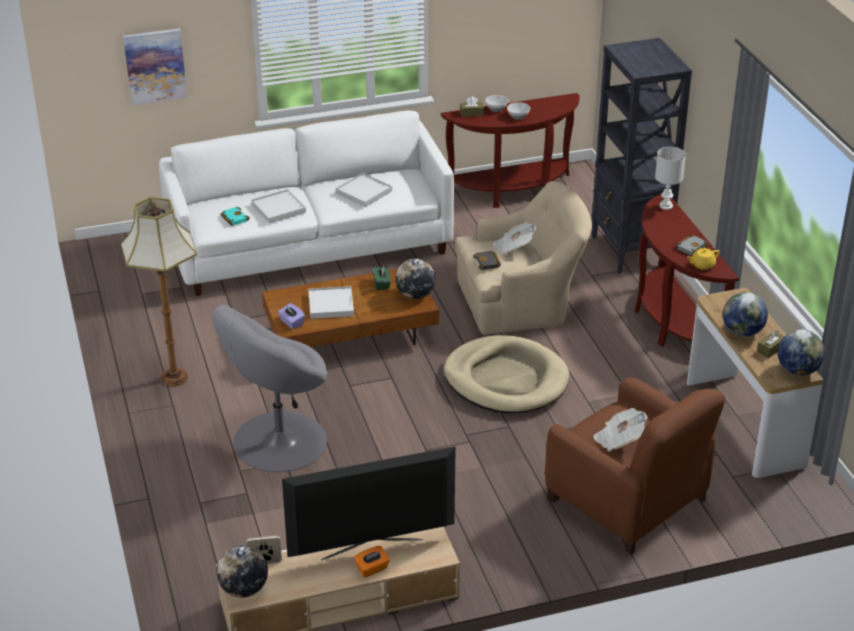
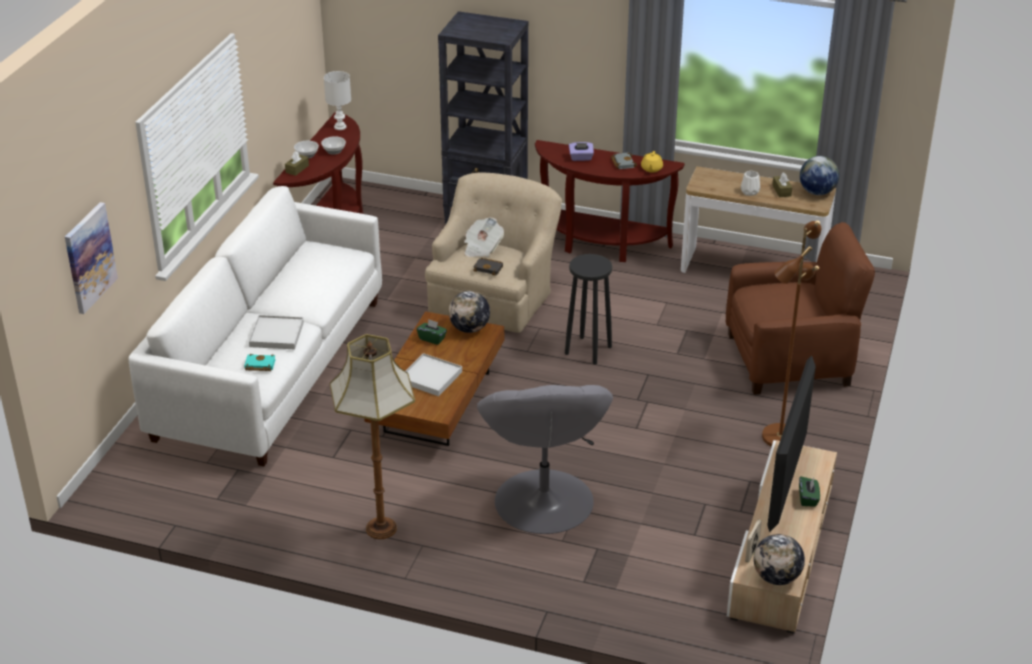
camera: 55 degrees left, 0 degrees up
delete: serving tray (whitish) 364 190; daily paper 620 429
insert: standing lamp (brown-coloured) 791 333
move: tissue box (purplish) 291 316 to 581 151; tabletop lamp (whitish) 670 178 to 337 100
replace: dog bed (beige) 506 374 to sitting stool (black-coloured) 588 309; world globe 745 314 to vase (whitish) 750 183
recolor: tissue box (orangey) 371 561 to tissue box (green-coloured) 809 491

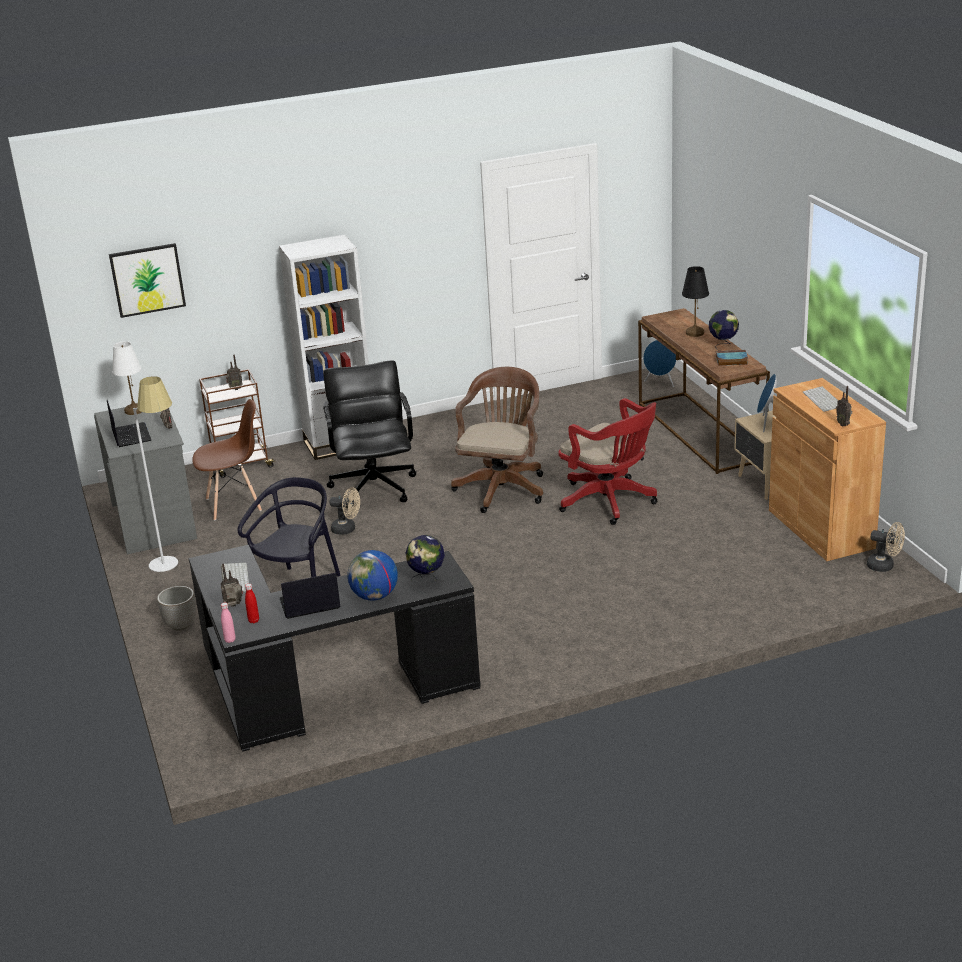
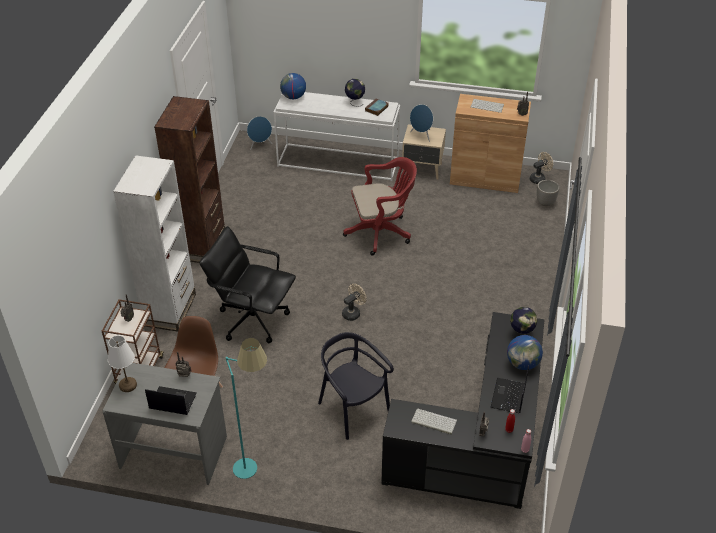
camera: 60 degrees left, 15 degrees up
delete: wall picture 147 280; office chair (brown-coloured) 497 440; tabletop lamp (black-coloured) 695 301
insert: shelving unit (brown-coloured) 189 179; world globe 293 86
move: plant pot 176 608 to 548 193; electric fan (beige) 345 511 to 354 302
recolor: standing lamp (whitish) 155 474 to standing lamp (turquoise-coloured) 246 408; console table (brown-coloured) 704 391 to console table (whitish) 336 136

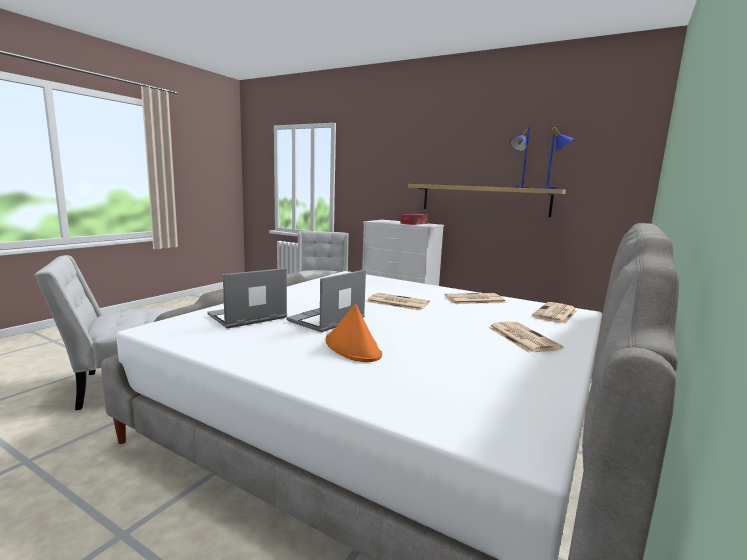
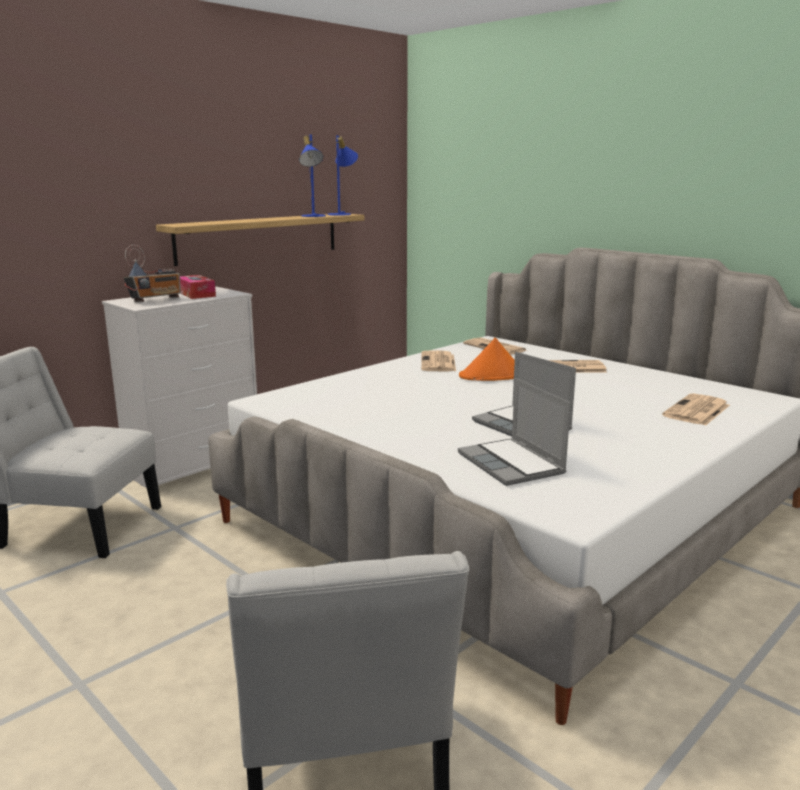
camera: 75 degrees left, 5 degrees up
insert: radio 152 273
move: clothing hat (orangey) 354 333 to 487 359; daily paper 398 301 to 696 409

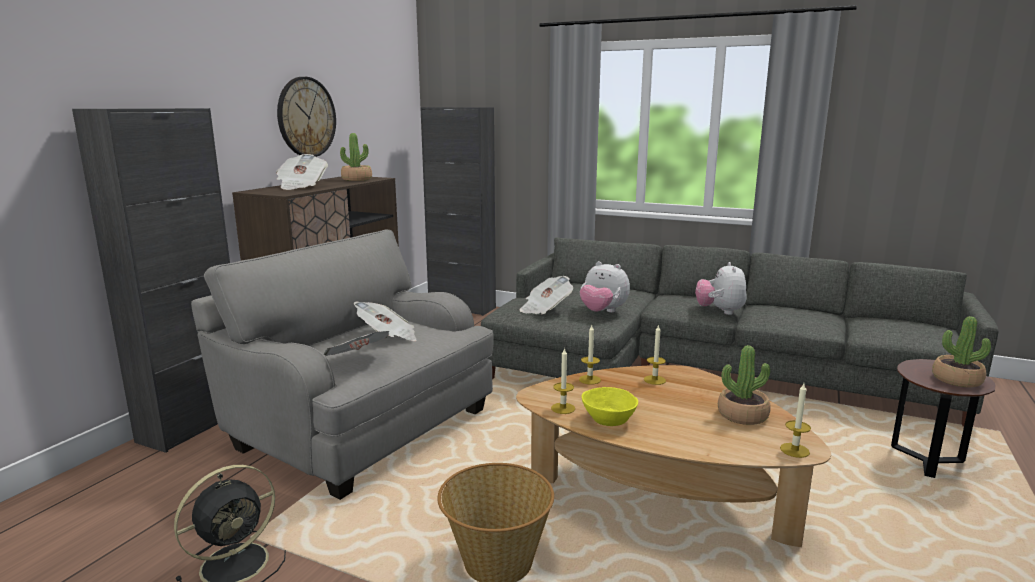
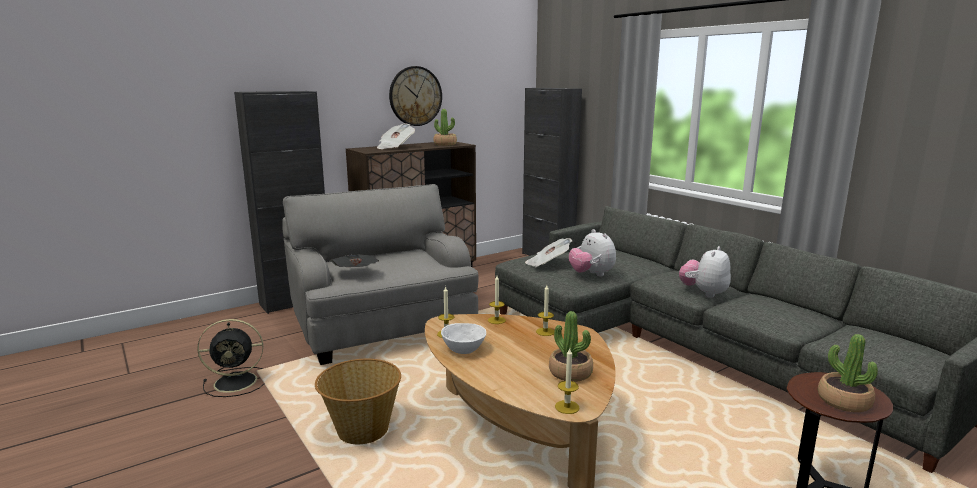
camera: 30 degrees right, 0 degrees up
delete: daily paper 385 321
recolor: serving bowl (yellow-coloured) 610 406 to serving bowl (whitish) 463 338

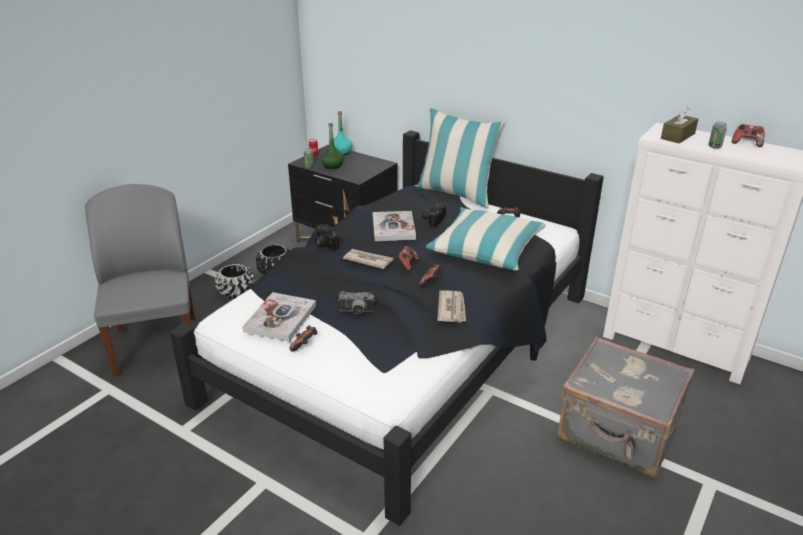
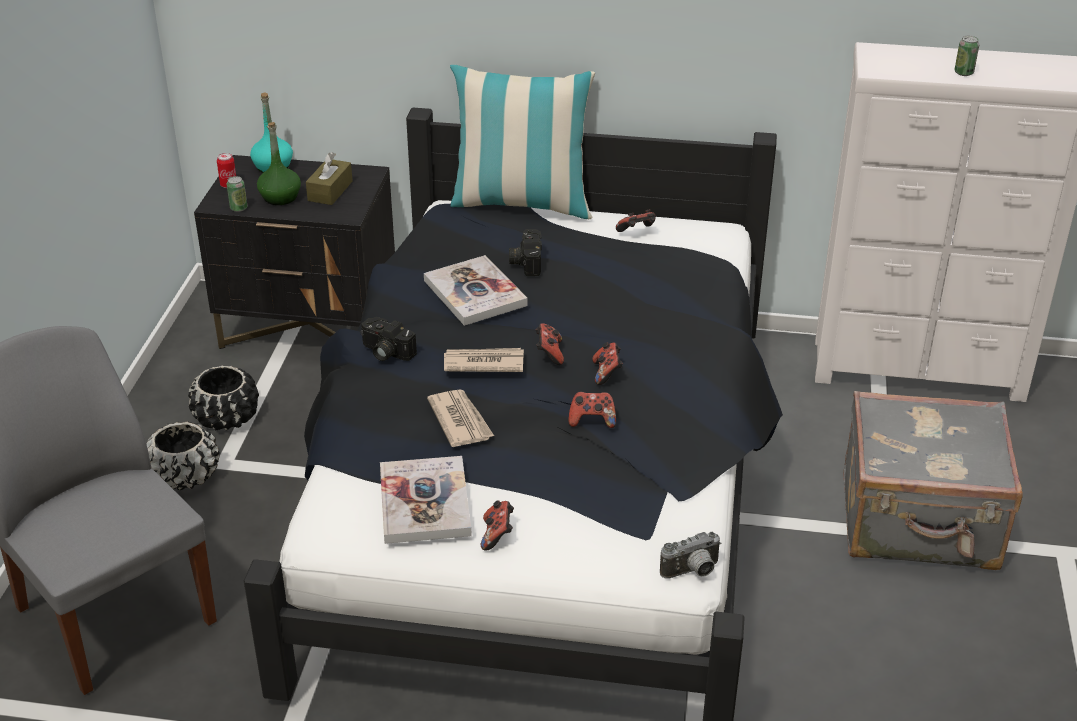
camera: 25 degrees left, 5 degrees up
delete: cushion 485 239
move: still camera 356 302 to 691 555; daily paper 451 306 to 460 418; tissue box (brown-coloured) 679 124 to 329 178; joypad 748 135 to 592 410

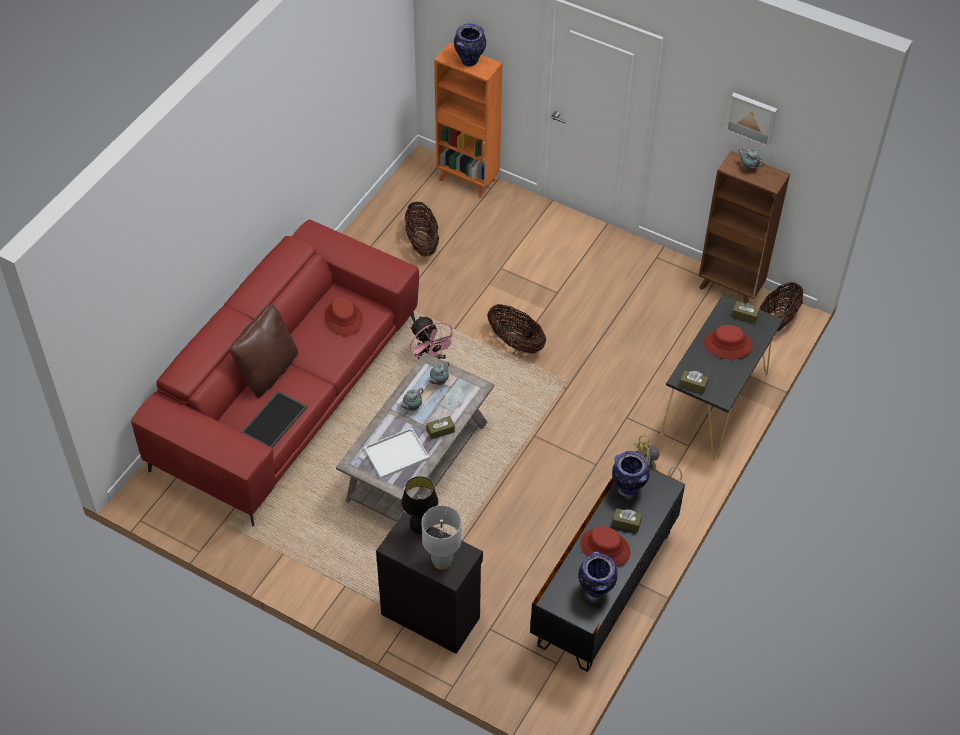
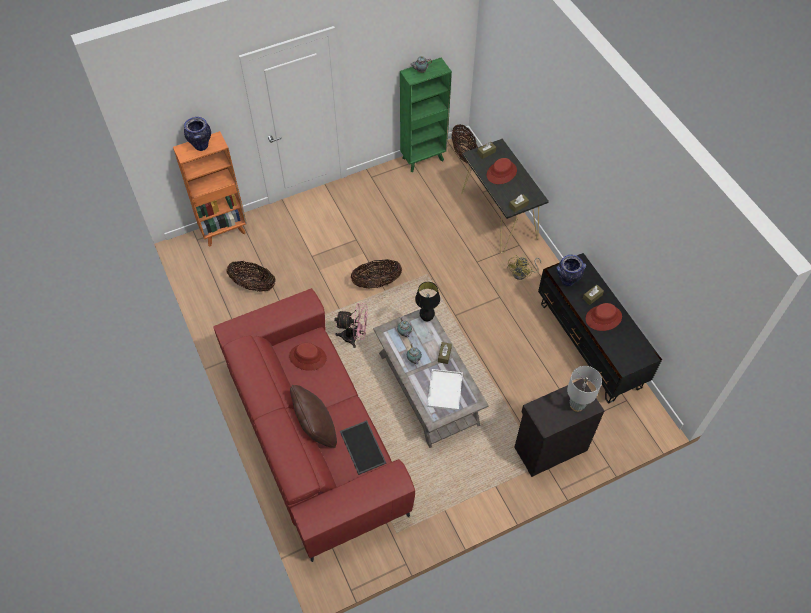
camera: 55 degrees left, 5 degrees up
delete: vase 597 575; wall picture 751 120
move: tabletop lamp (black-coloured) 420 505 to 427 301
recolor: shelving unit (brown-coloured) 744 227 to shelving unit (green-coloured) 426 115

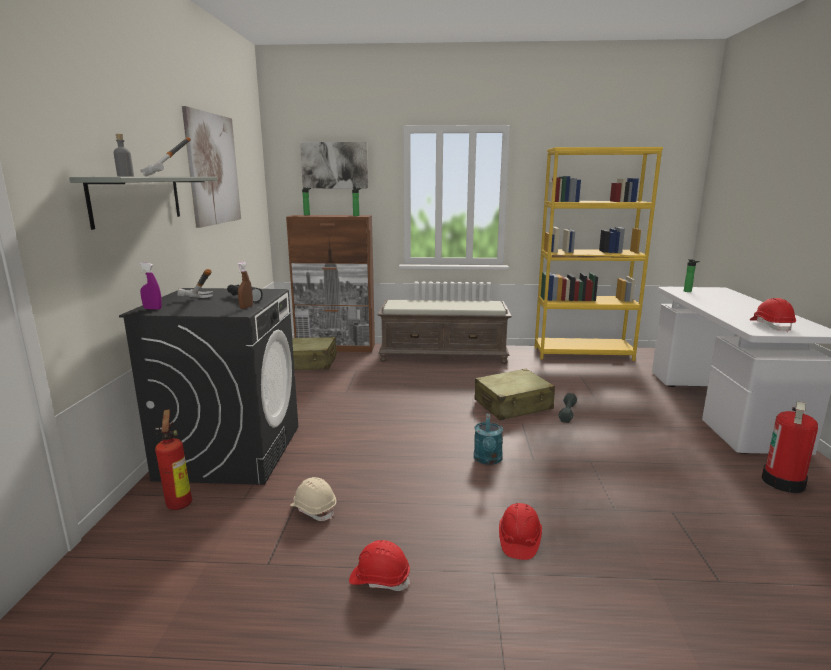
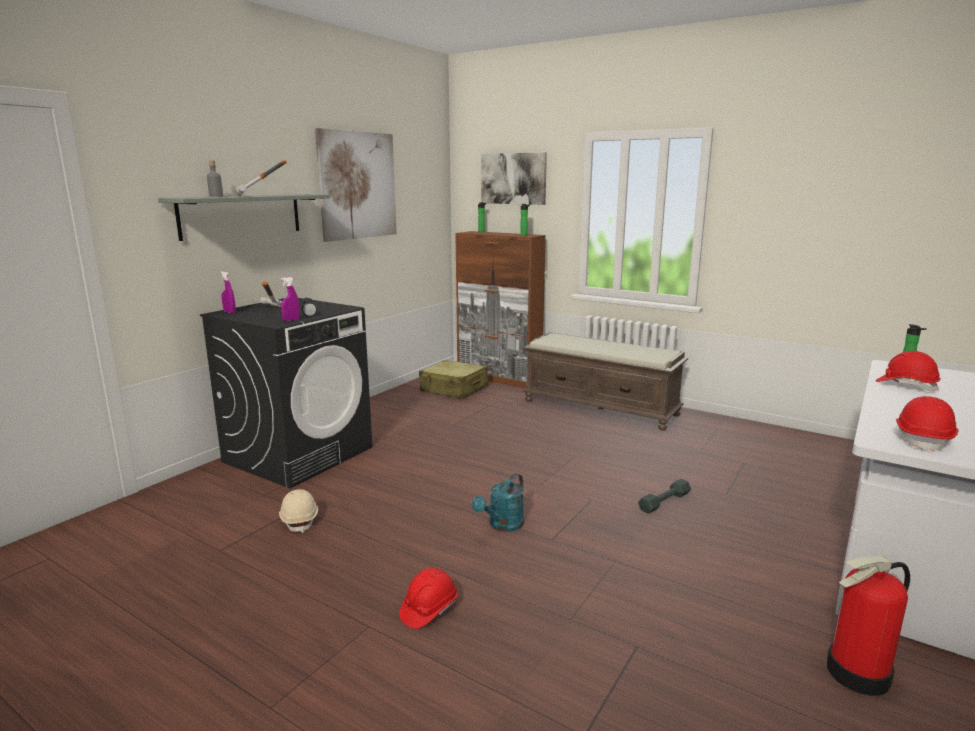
camera: 30 degrees right, 0 degrees up
delete: fire-fighting cylinder 172 459; travel case (beige) 514 394; shelving unit (yellow-coloured) 598 254
move: work helmet (red) 380 565 to 908 371
recolor: spray bottle (brown-coloured) 245 285 to spray bottle (purplish) 290 299

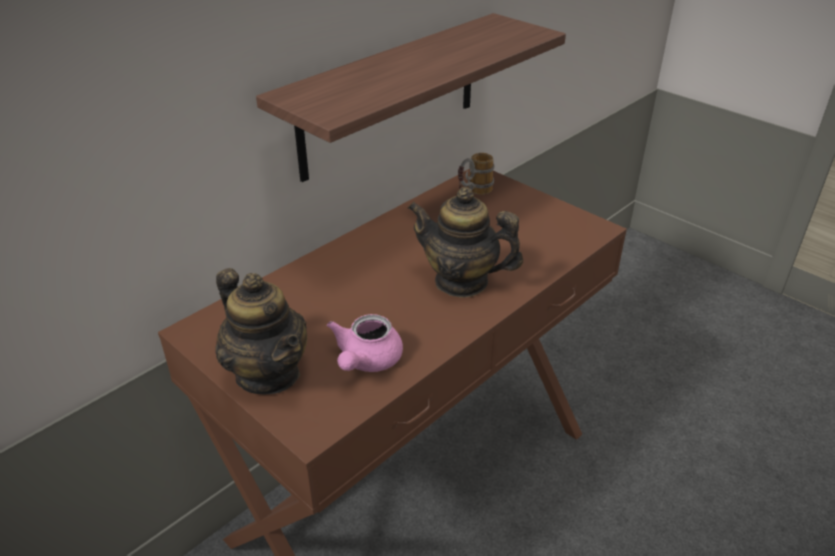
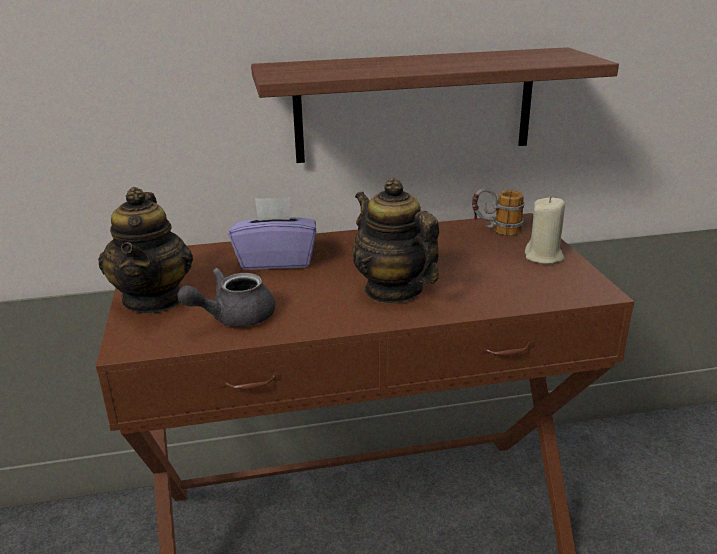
camera: 35 degrees right, 10 degrees down
insert: tissue box (purplish) 272 233; wax light (beige) 545 230
recolor: teapot (pink-coloured) 365 343 to teapot (greyish) 226 297

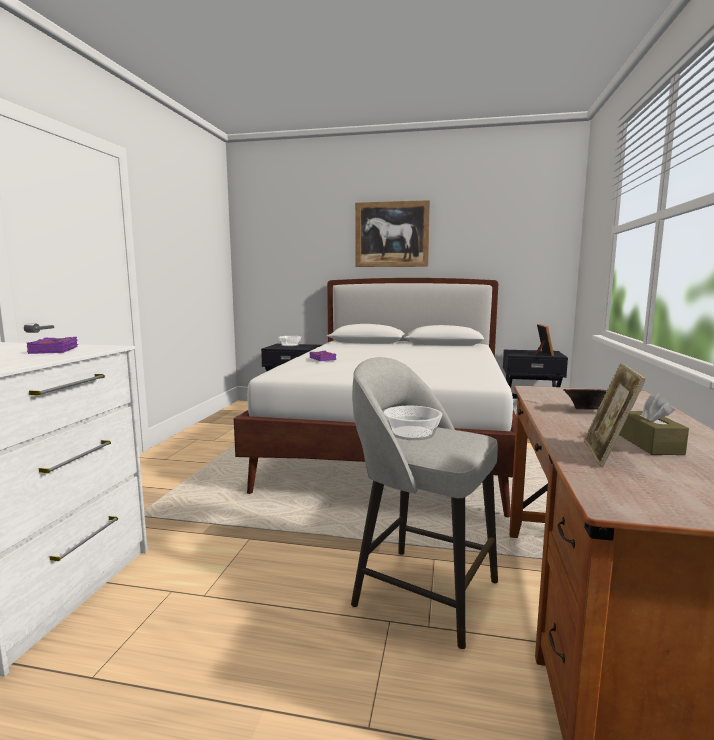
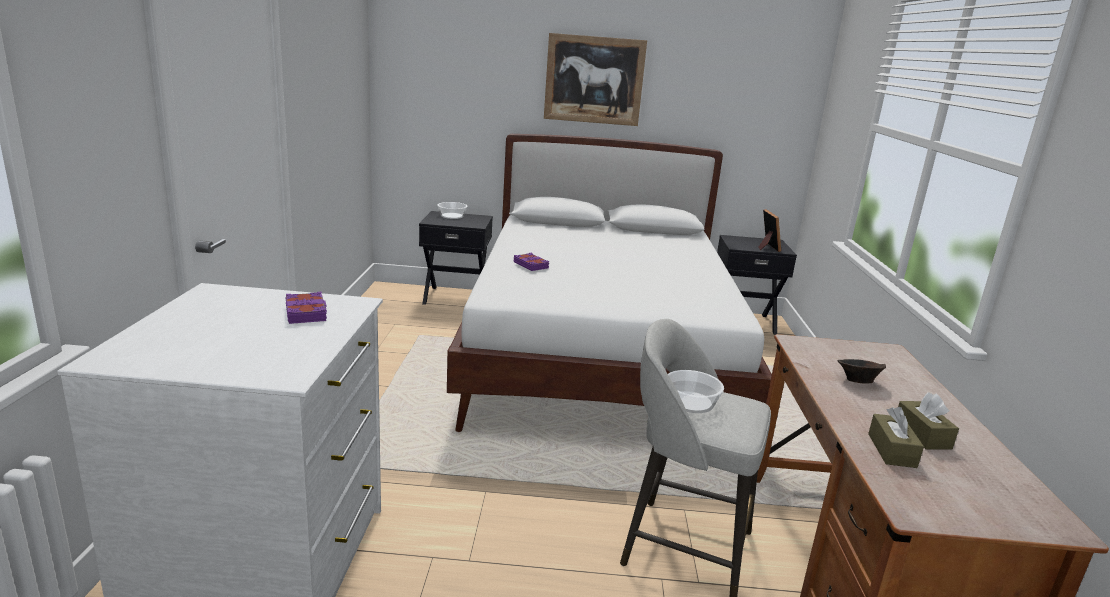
camera: 10 degrees left, 10 degrees up
replace: photo frame 615 415 to tissue box (brown-coloured) 896 437

